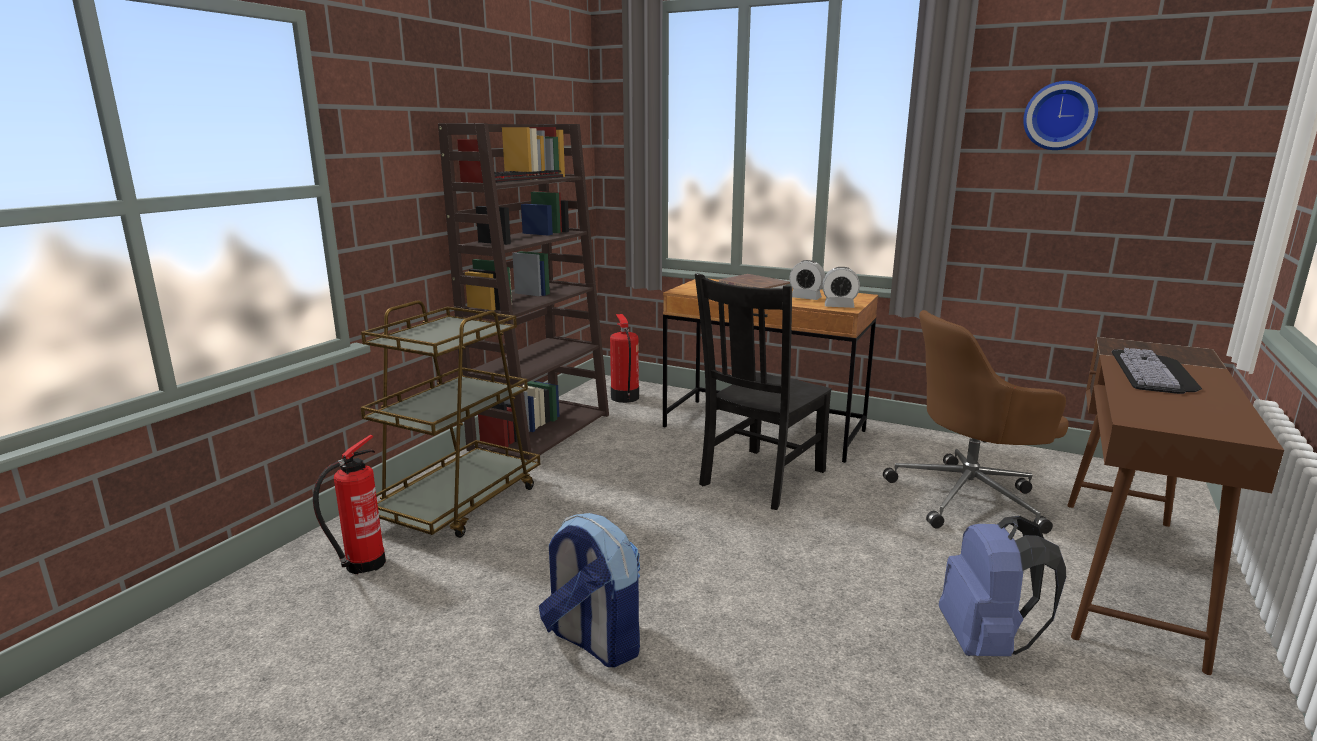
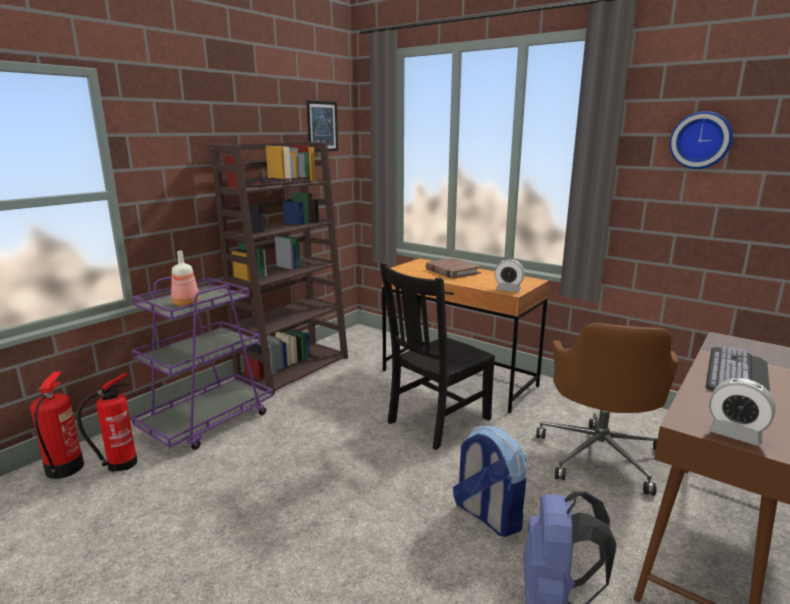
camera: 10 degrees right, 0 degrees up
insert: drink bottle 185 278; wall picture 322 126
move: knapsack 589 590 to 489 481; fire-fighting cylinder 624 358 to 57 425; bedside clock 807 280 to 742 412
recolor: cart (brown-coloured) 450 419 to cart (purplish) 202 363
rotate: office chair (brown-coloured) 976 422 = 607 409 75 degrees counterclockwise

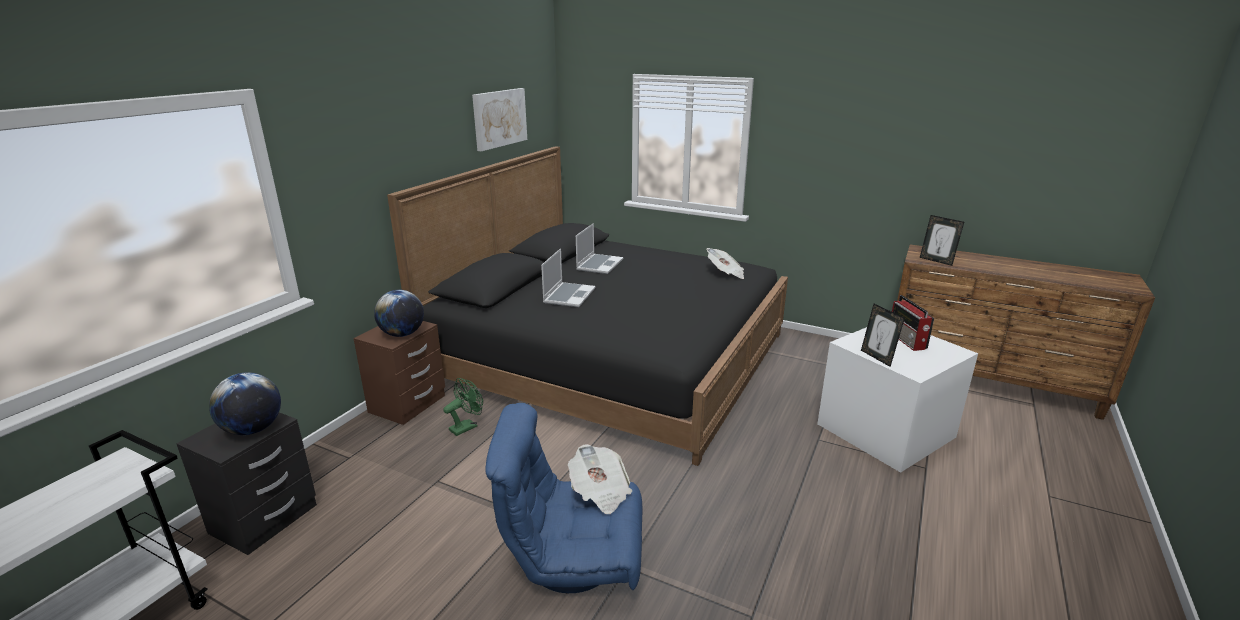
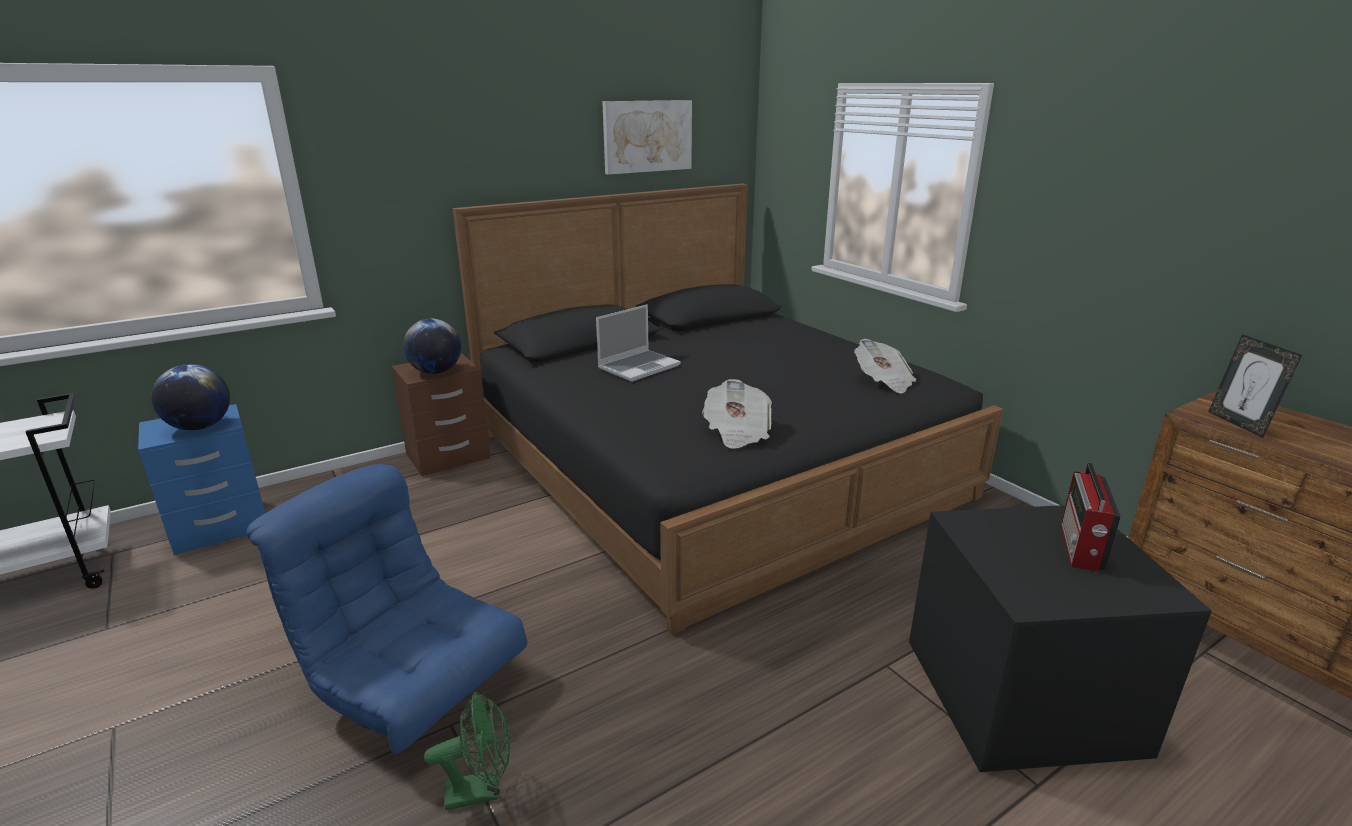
camera: 30 degrees right, 0 degrees up
delete: laptop 599 248; photo frame 883 335
move: electric fan (green-coloured) 463 407 to 467 751; daily paper 600 479 to 737 414
recolor: bedside table (black-coloured) 246 483 to bedside table (bluish) 201 479; storage bin (whitish) 897 400 to storage bin (black-coloured) 1060 638

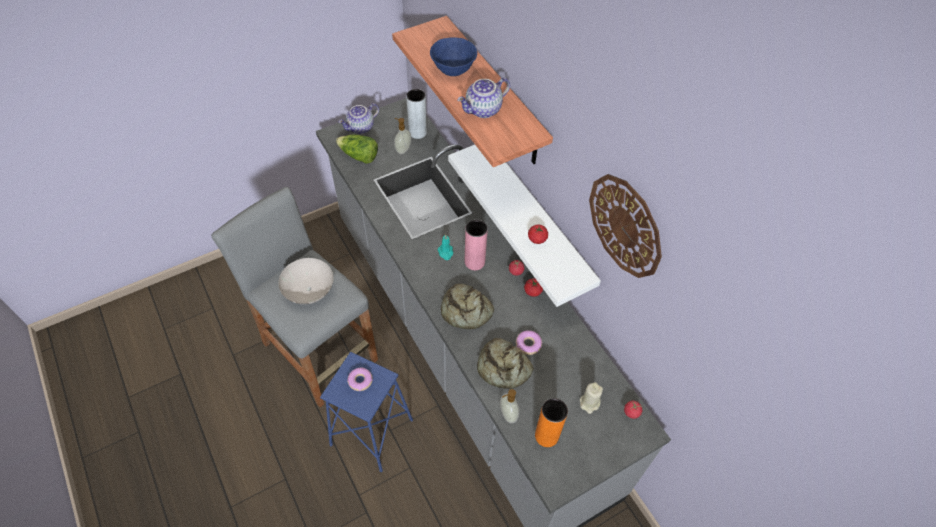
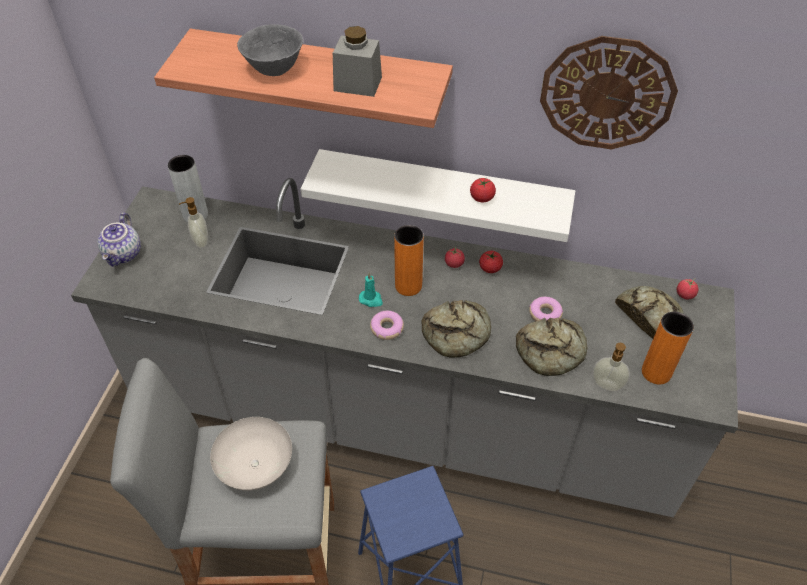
camera: 45 degrees left, 5 degrees down
delete: head of lettuce 357 149
move: ring doughnut 360 379 to 387 325
replace: teapot 483 97 to jar (greyish) 357 61; wax light (beige) 591 398 to bread 649 312
recolor: serving bowl (bluish) 453 56 to serving bowl (greyish) 270 50; vase (pink-coloured) 476 245 to vase (orangey) 409 260

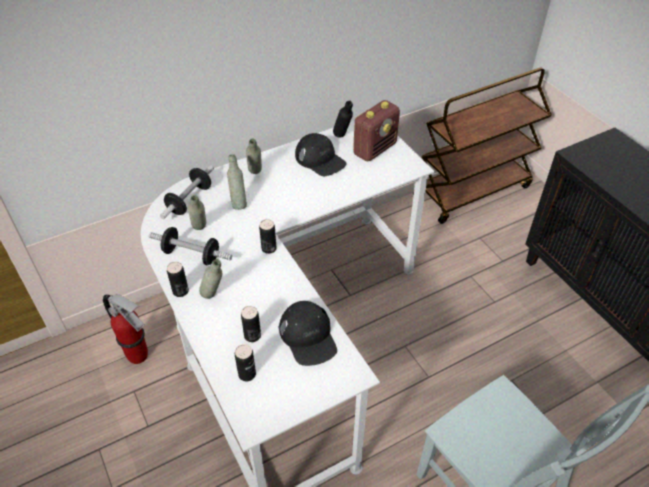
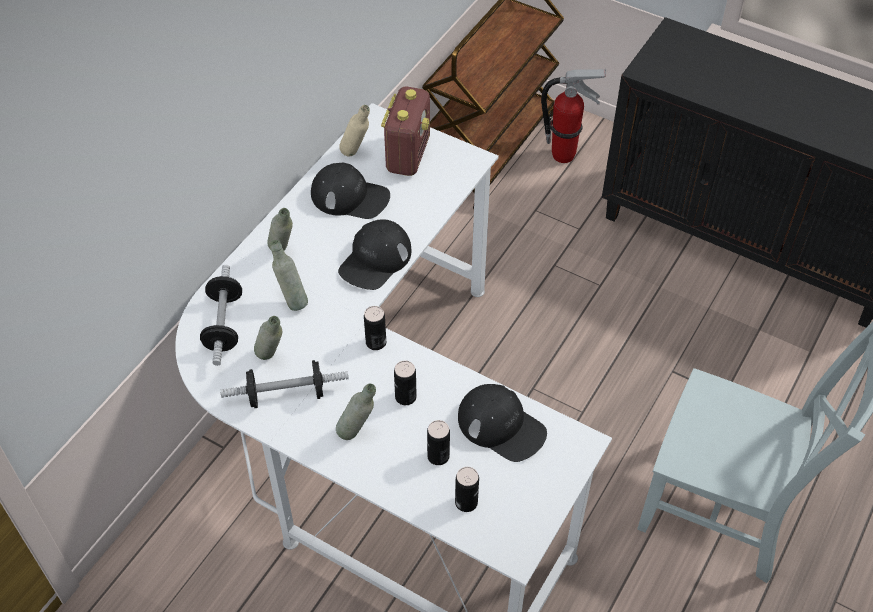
camera: 30 degrees left, 5 degrees up
insert: cap (black-coloured) 374 254
move: fire-fighting cylinder 125 329 to 573 116; metal can 178 279 to 405 382
recolor: drink bottle (black-coloured) 343 119 to drink bottle (beige) 354 131

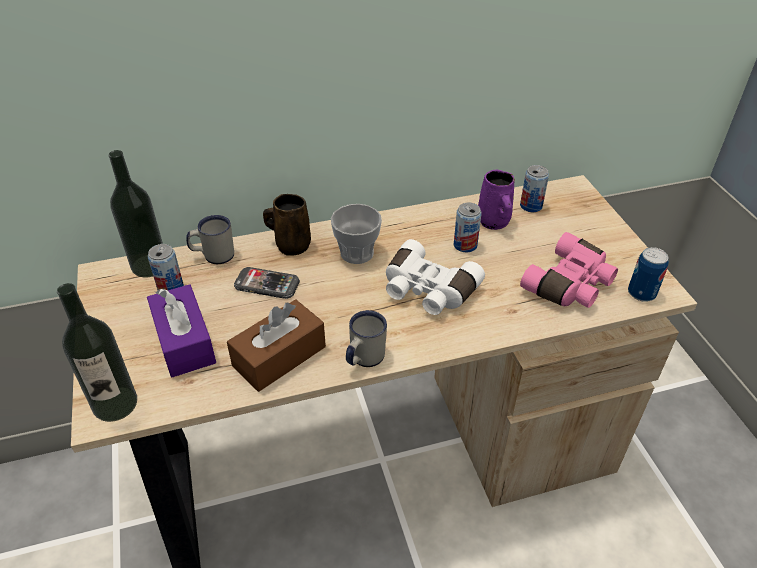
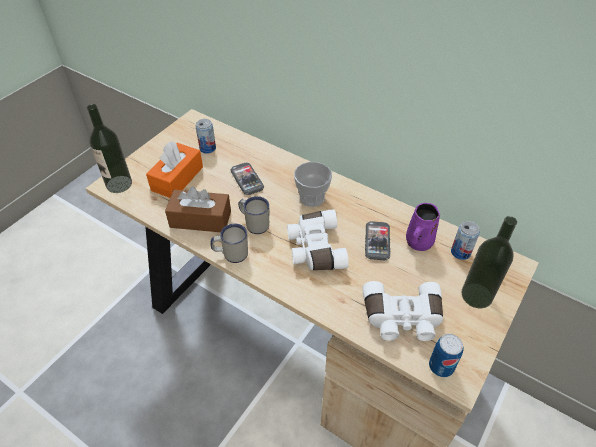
camera: 50 degrees right, 5 degrees up
delete: tea mug (brown-coloured) 287 225
move: drink bottle 135 214 to 489 262; tea mug (whitish) 210 239 to 254 215
replace: metal can 468 227 to handset 377 241
recolor: tissue box (purplish) 181 330 to tissue box (orangey) 174 169; pair of binoculars (pink-coloured) 569 270 to pair of binoculars (whitish) 403 311

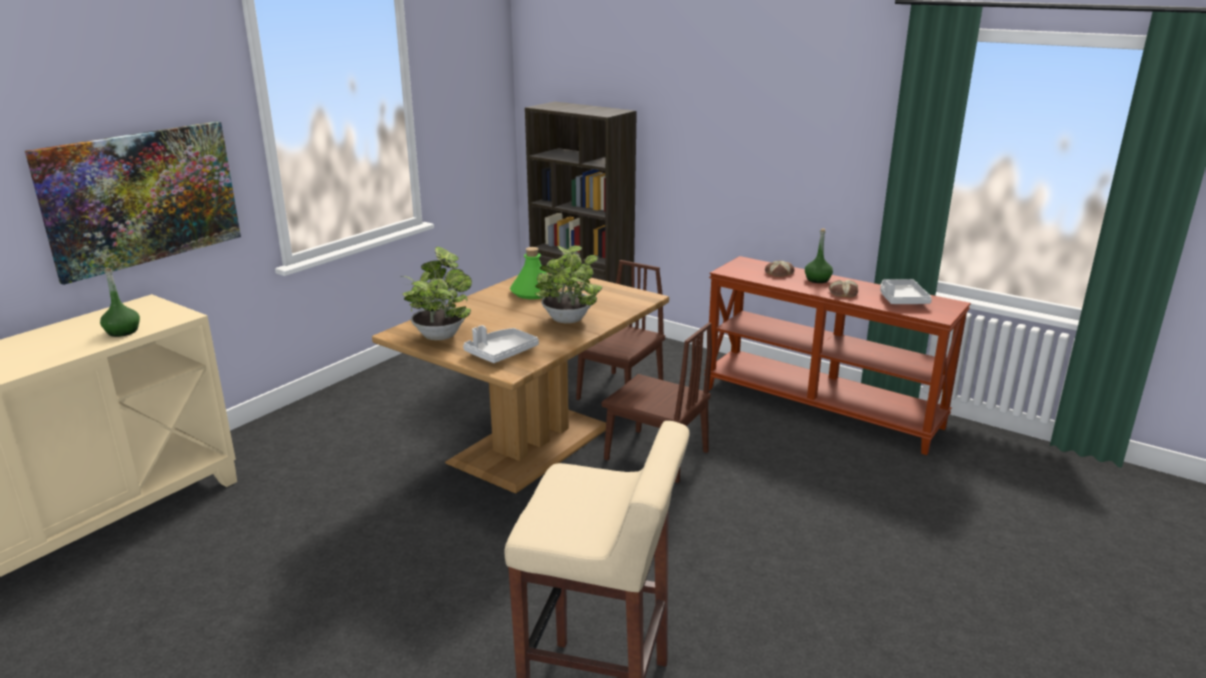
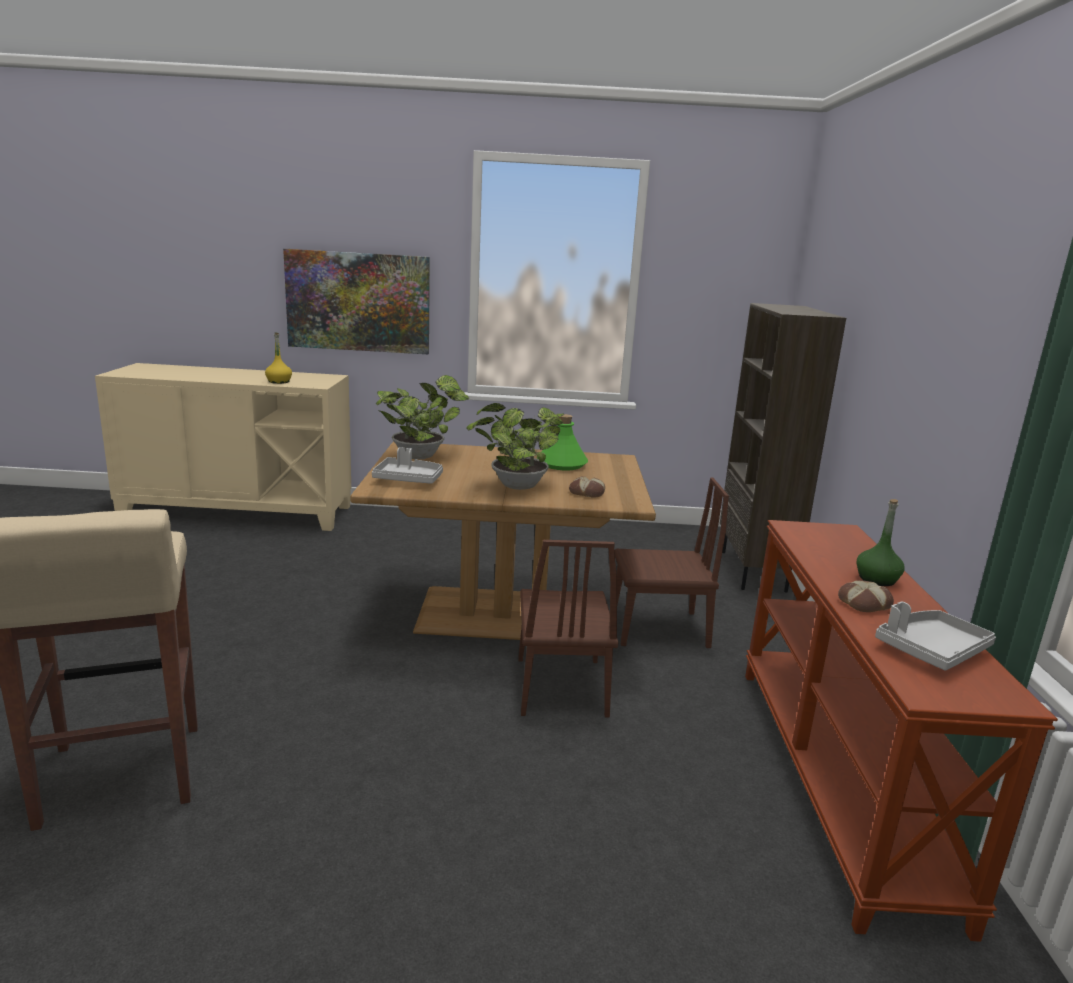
camera: 55 degrees right, 5 degrees down
move: bread 779 269 to 587 487
recolor: drink bottle (green-coloured) 120 302 to drink bottle (yellow-coloured) 278 358

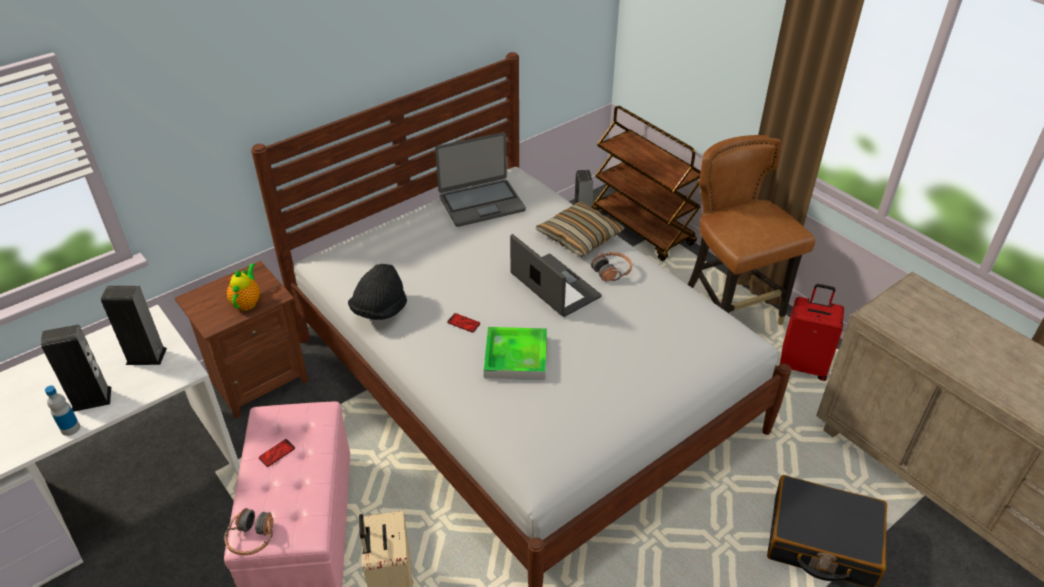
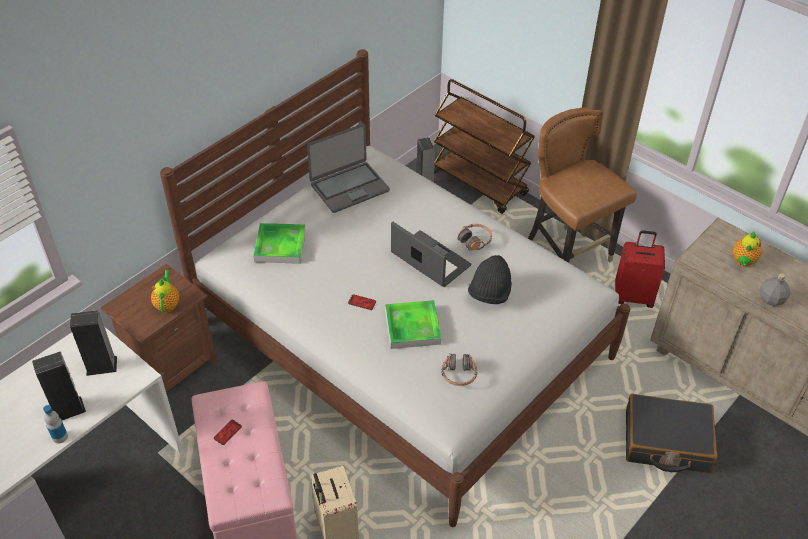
camera: 10 degrees left, 5 degrees up
delete: cushion 579 229
insert: serving tray 279 243; teapot 747 249; drink bottle (greyish) 775 289
move: pair of headphones 248 532 to 459 370; clothing hat (black-coloured) 377 292 to 490 279

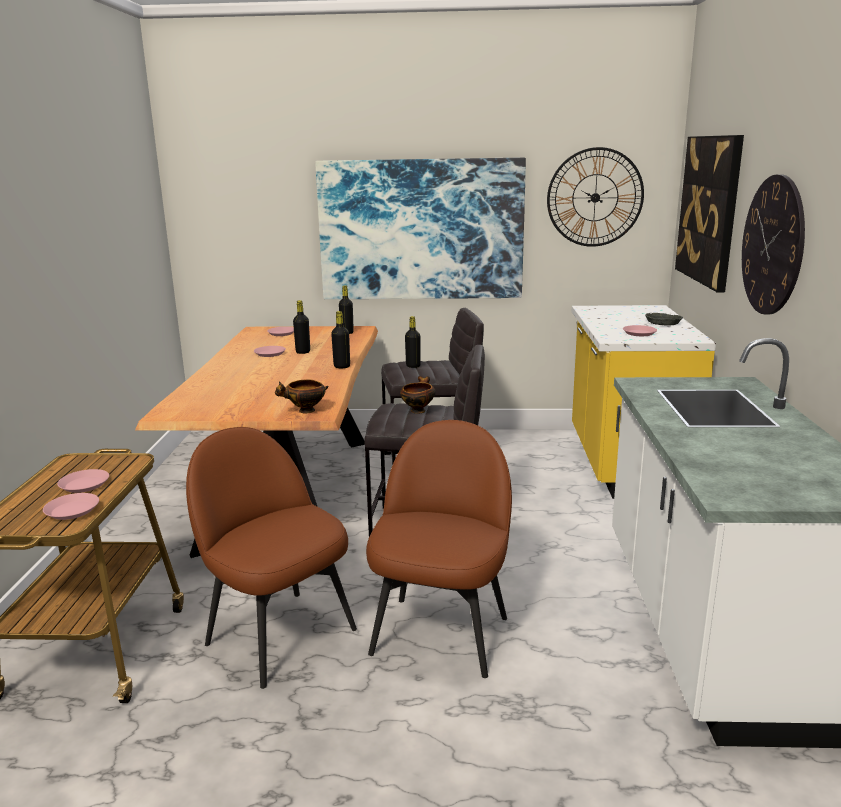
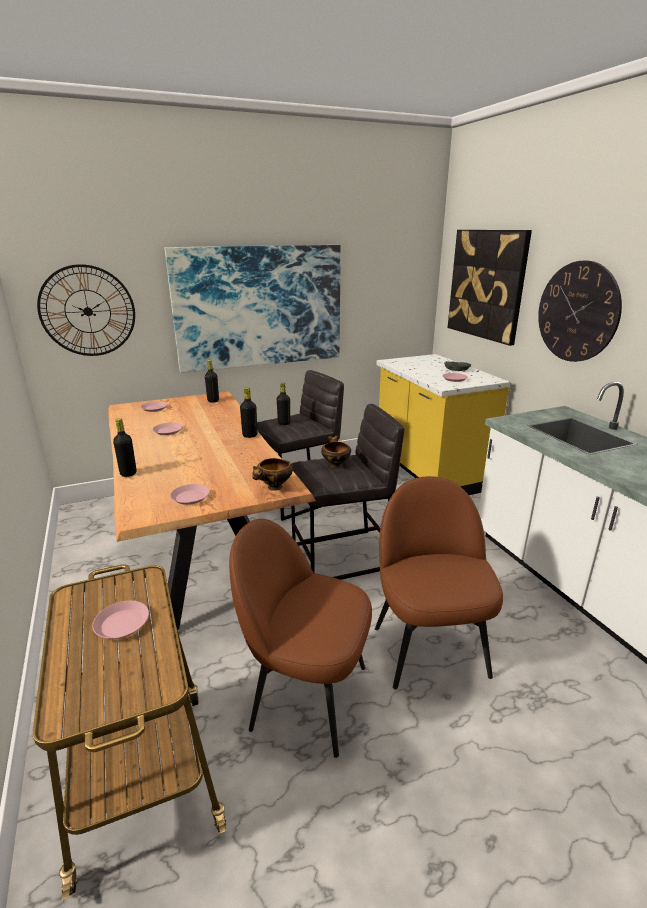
camera: 25 degrees left, 5 degrees up
move: plate (pink-coloured) 71 506 to 190 494; drink bottle (black-coloured) 301 327 to 125 447; wall clock 595 197 to 86 310

